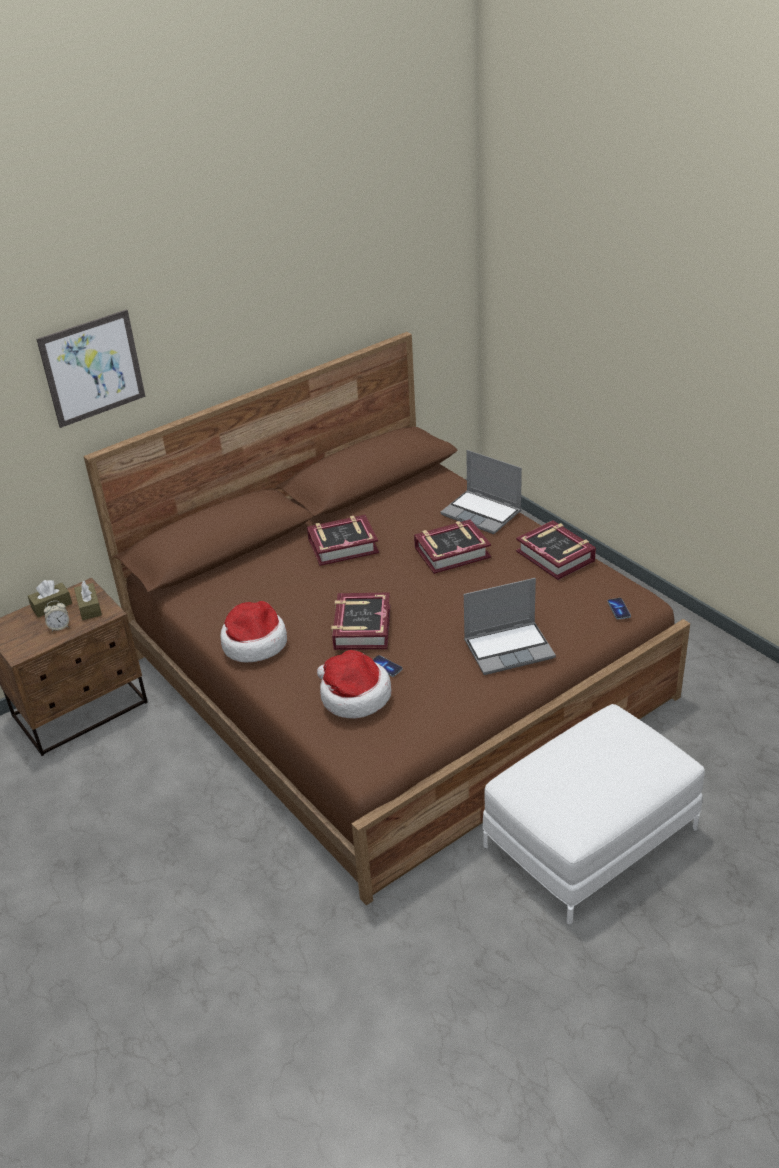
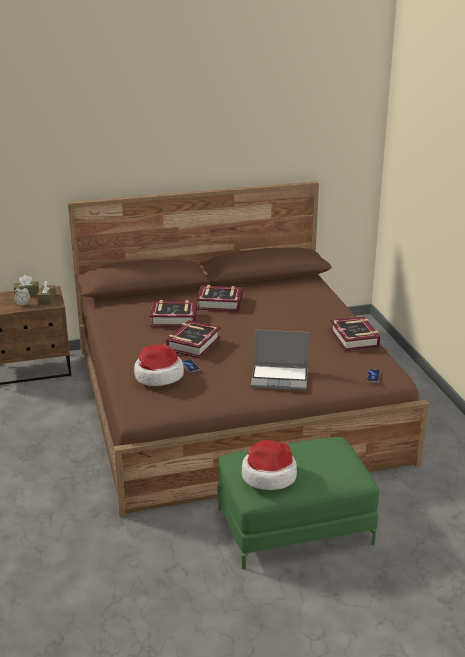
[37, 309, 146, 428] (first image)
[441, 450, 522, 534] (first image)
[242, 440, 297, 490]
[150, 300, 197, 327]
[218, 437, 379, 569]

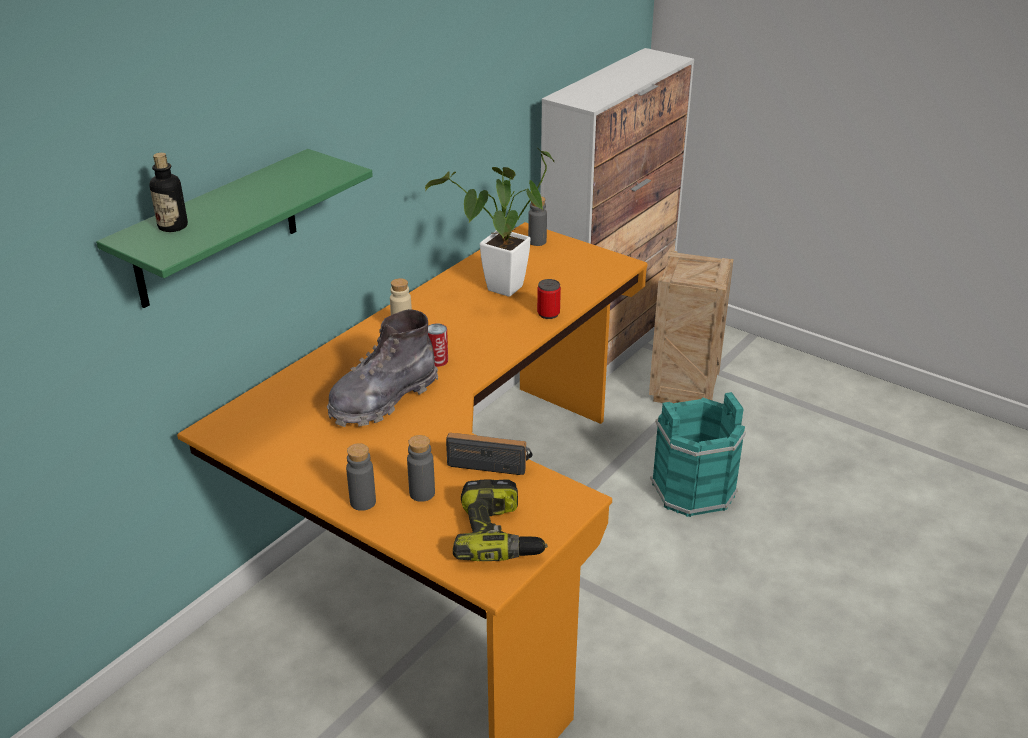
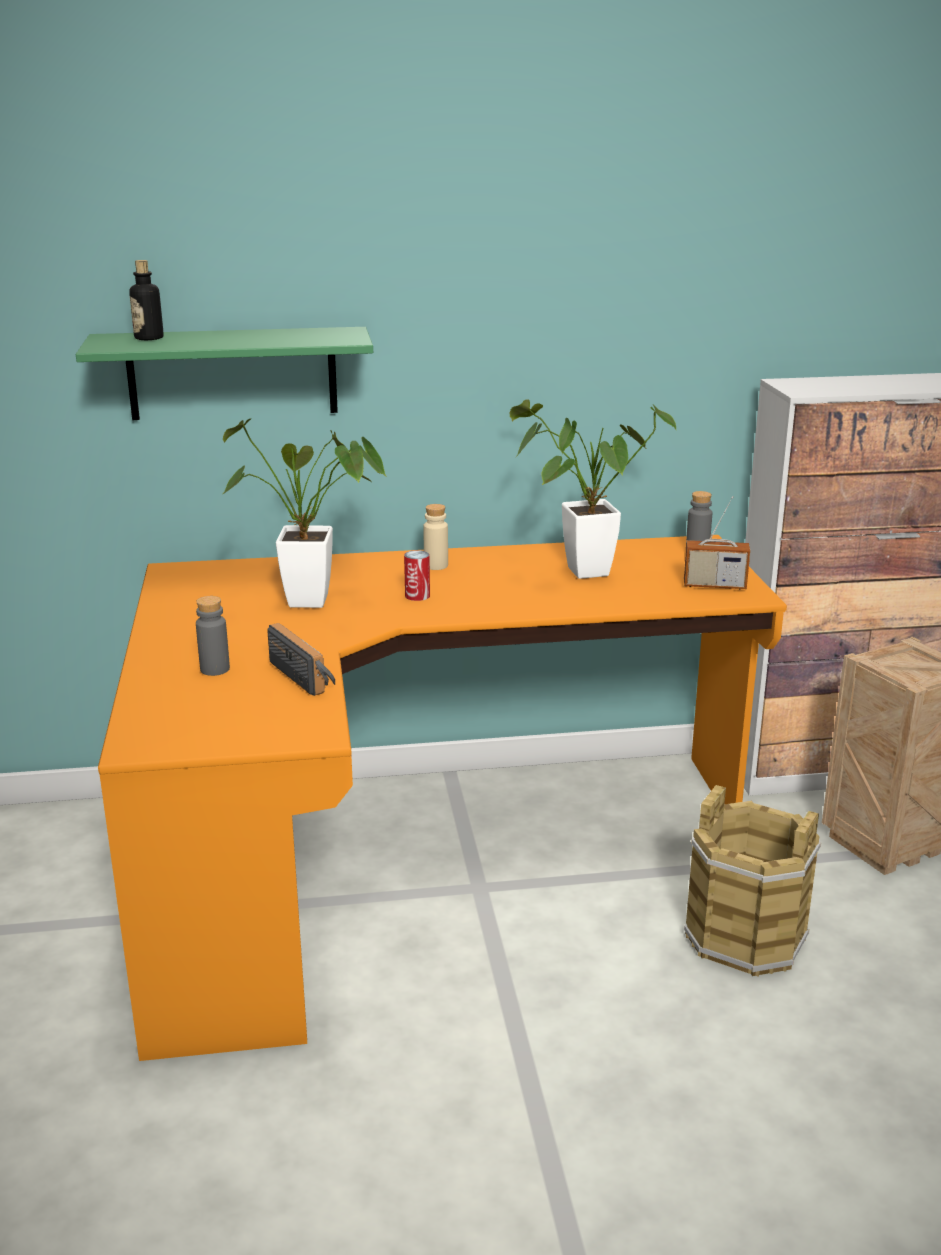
[346, 443, 376, 511] (first image)
[453, 479, 548, 561] (first image)
[537, 279, 561, 319] (first image)
[684, 496, 750, 590]
[223, 418, 387, 608]
[684, 785, 821, 977]

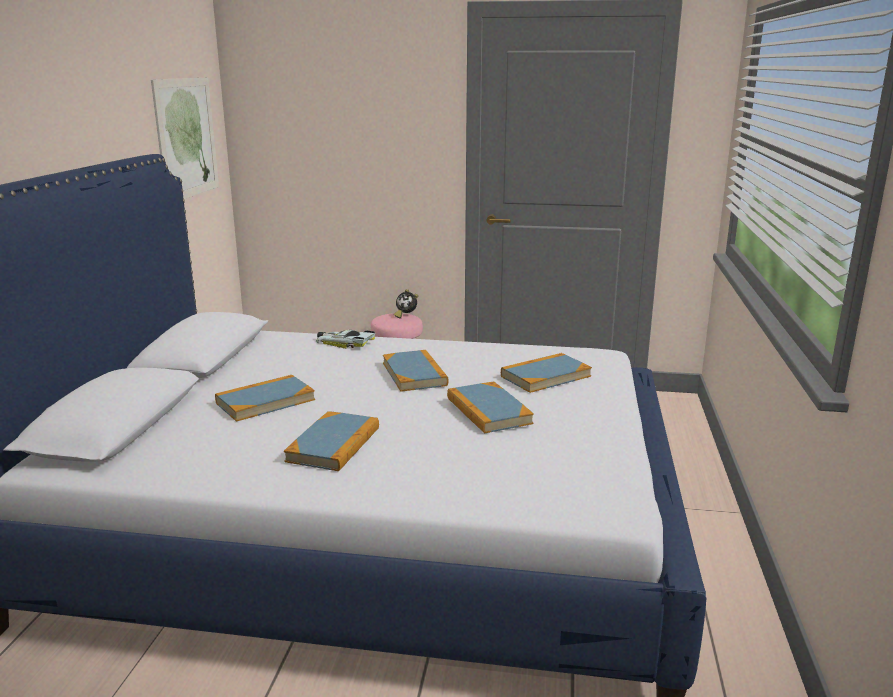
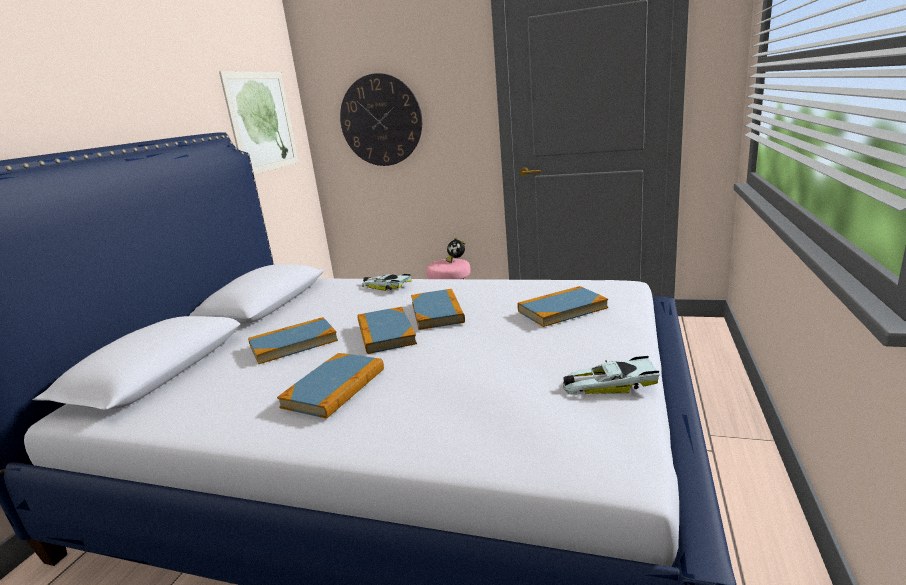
[340, 73, 422, 166]
[563, 356, 660, 395]
[358, 307, 417, 354]

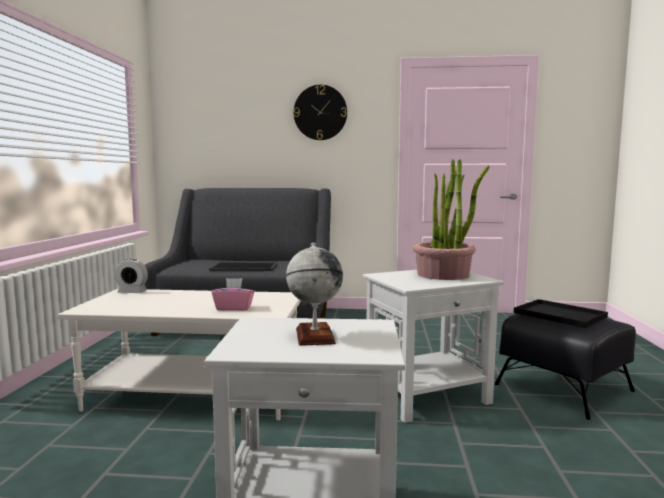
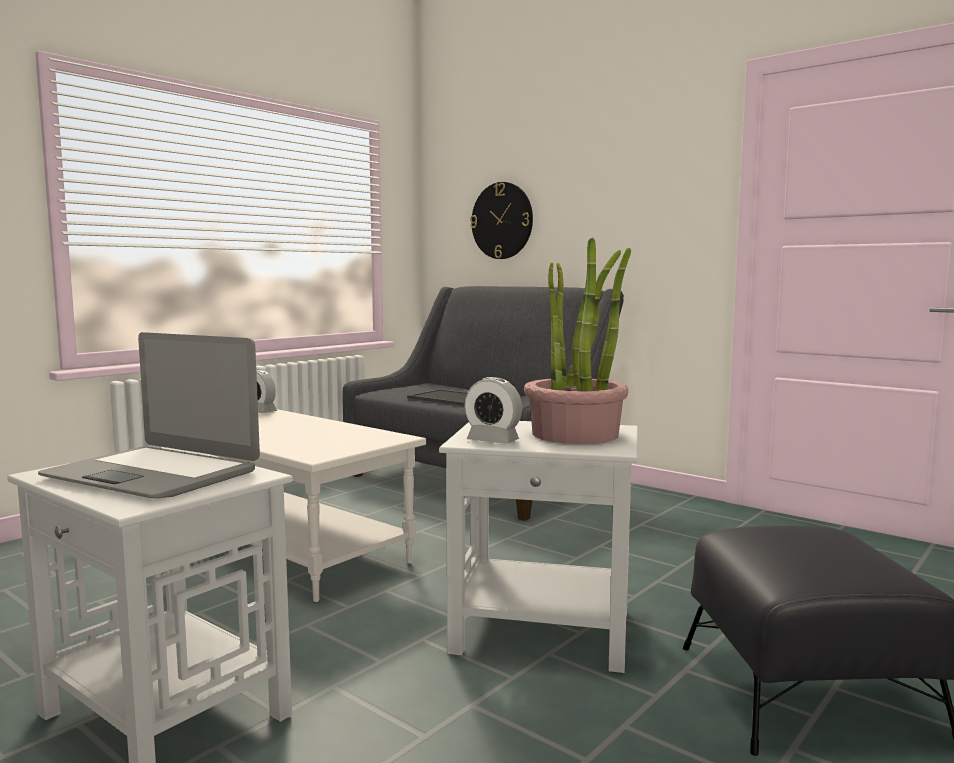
[212, 278, 254, 311] (first image)
[514, 299, 608, 328] (first image)
[464, 377, 522, 444]
[470, 182, 533, 259]
[38, 332, 260, 498]

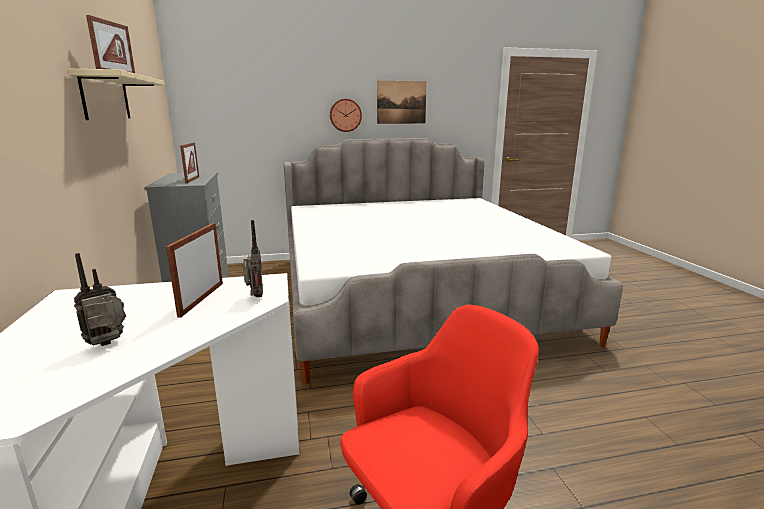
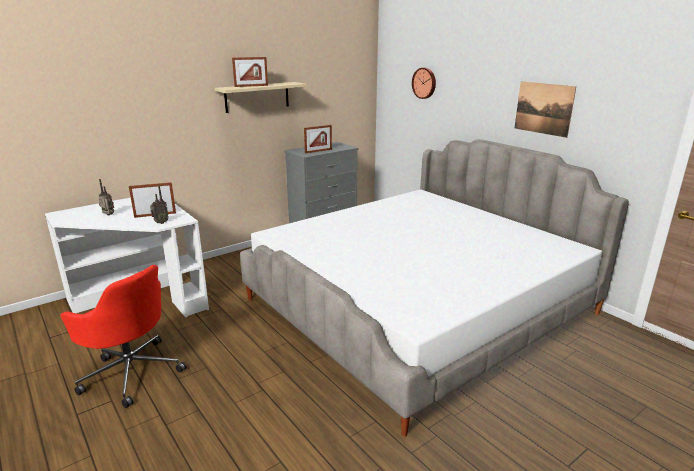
[412, 68, 436, 99]

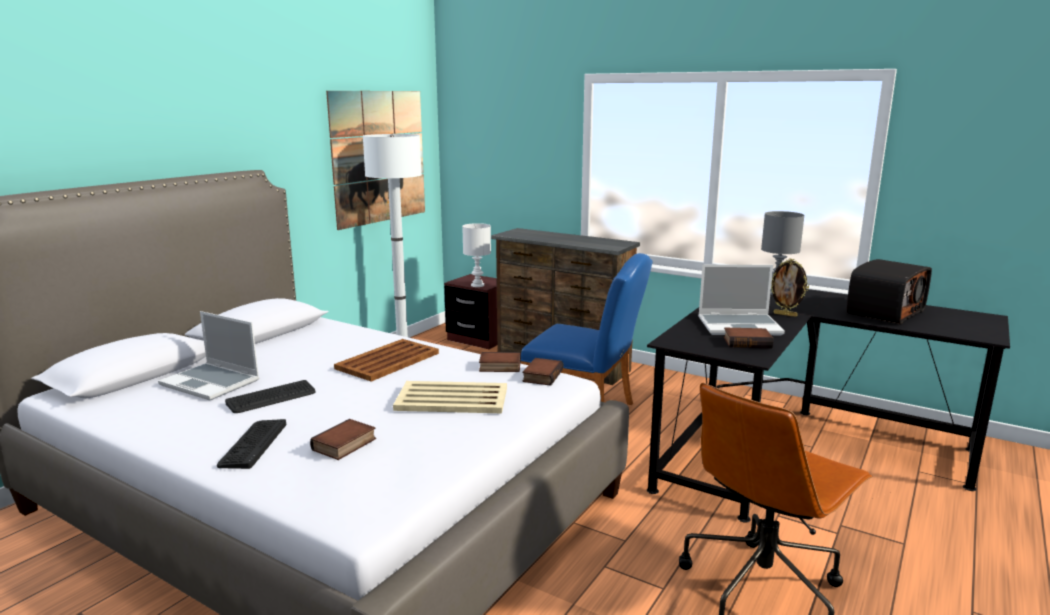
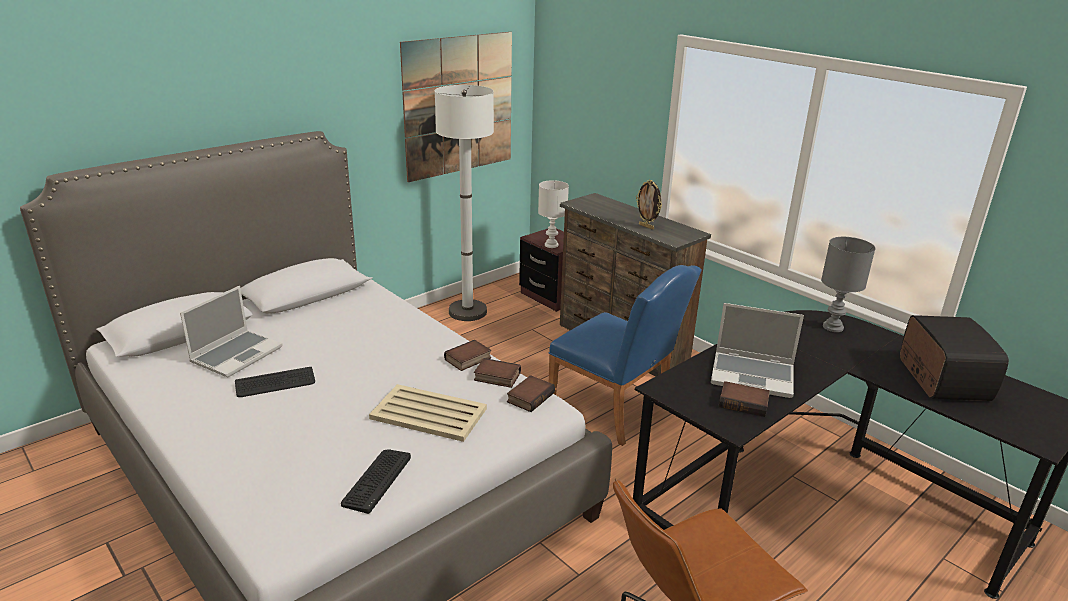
[334, 339, 439, 381] (first image)
[341, 449, 411, 514]
[444, 340, 491, 371]
[636, 180, 662, 230]
[180, 286, 283, 377]
[900, 315, 1009, 401]

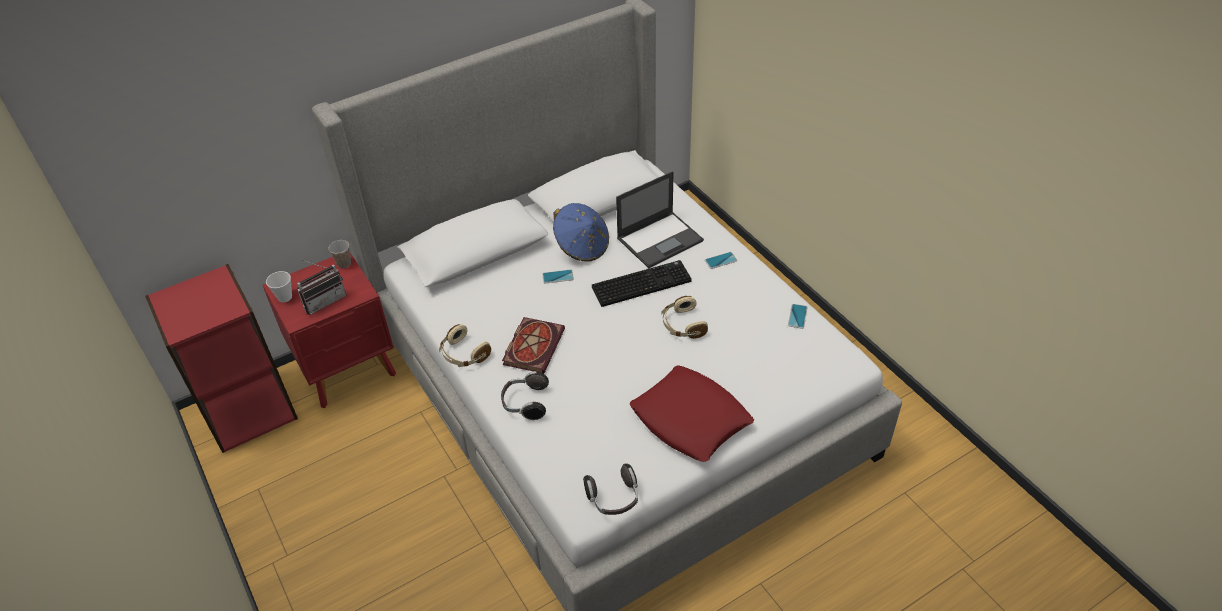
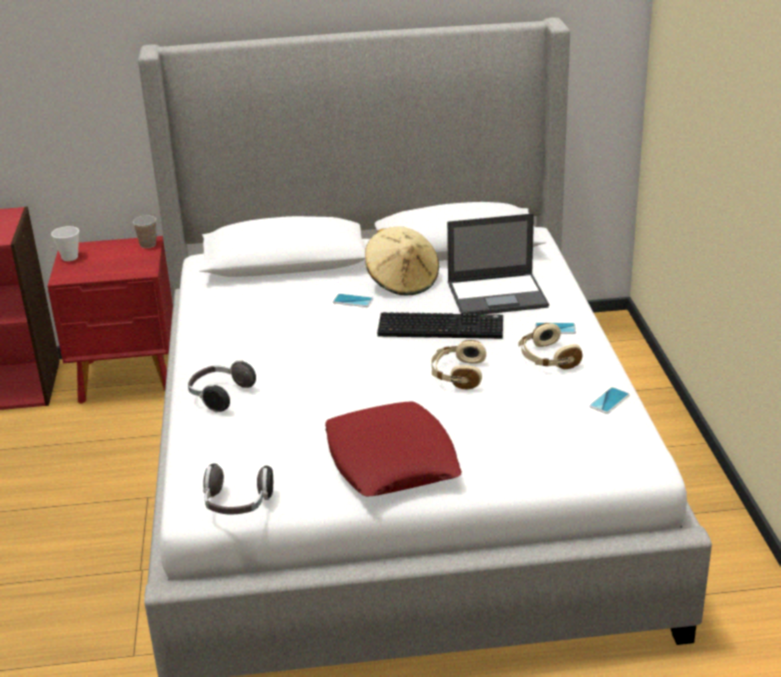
[297, 260, 346, 315] (first image)
[502, 317, 565, 374] (first image)
[518, 323, 582, 369]
[365, 226, 439, 295]

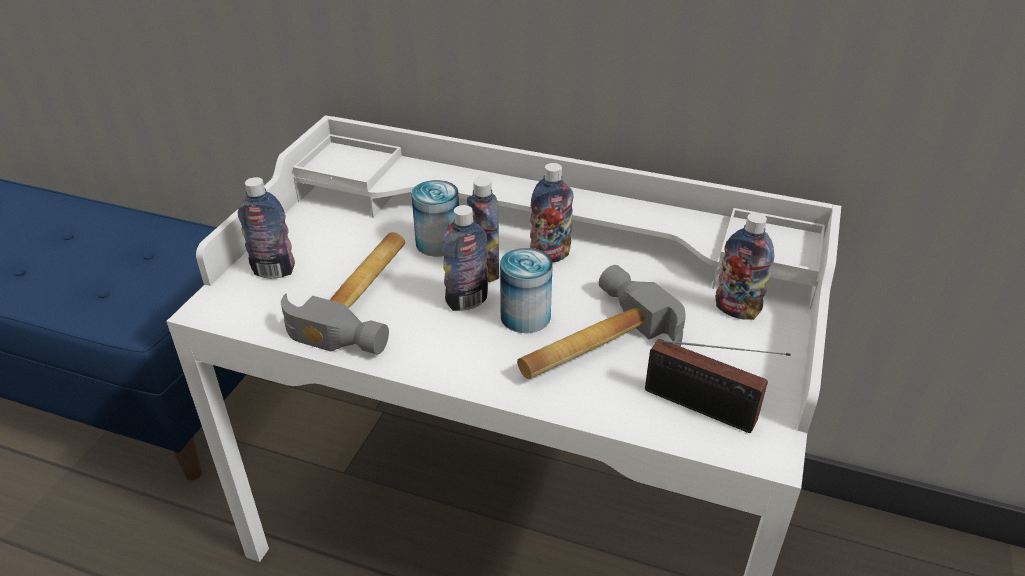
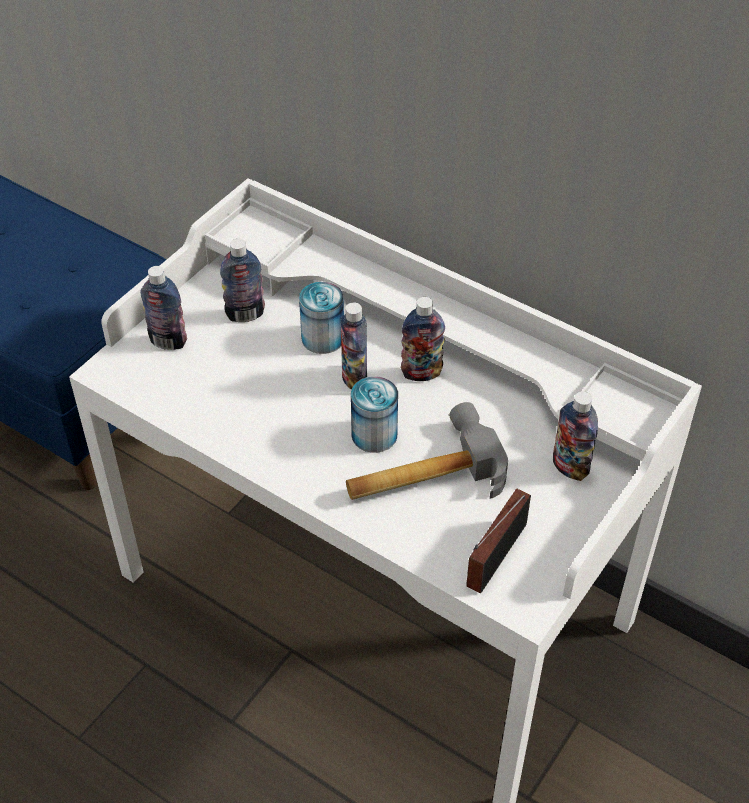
[281, 232, 405, 355] (first image)
[220, 239, 265, 322]
[466, 489, 531, 593]

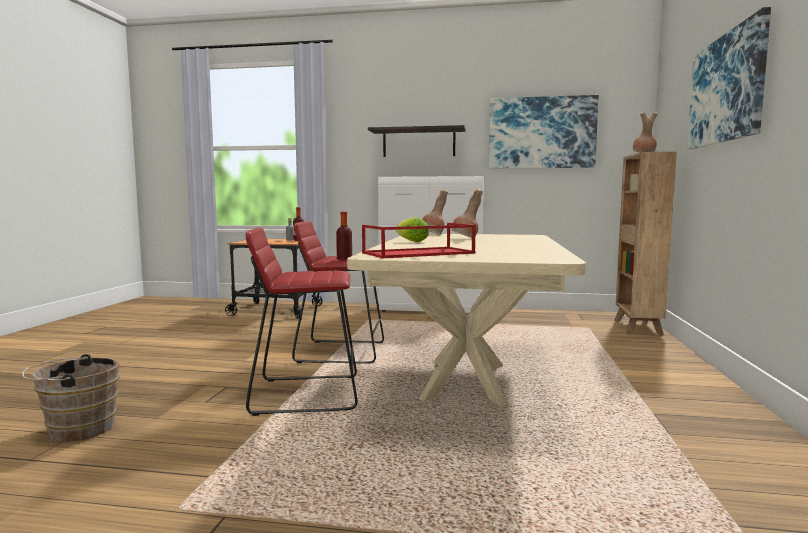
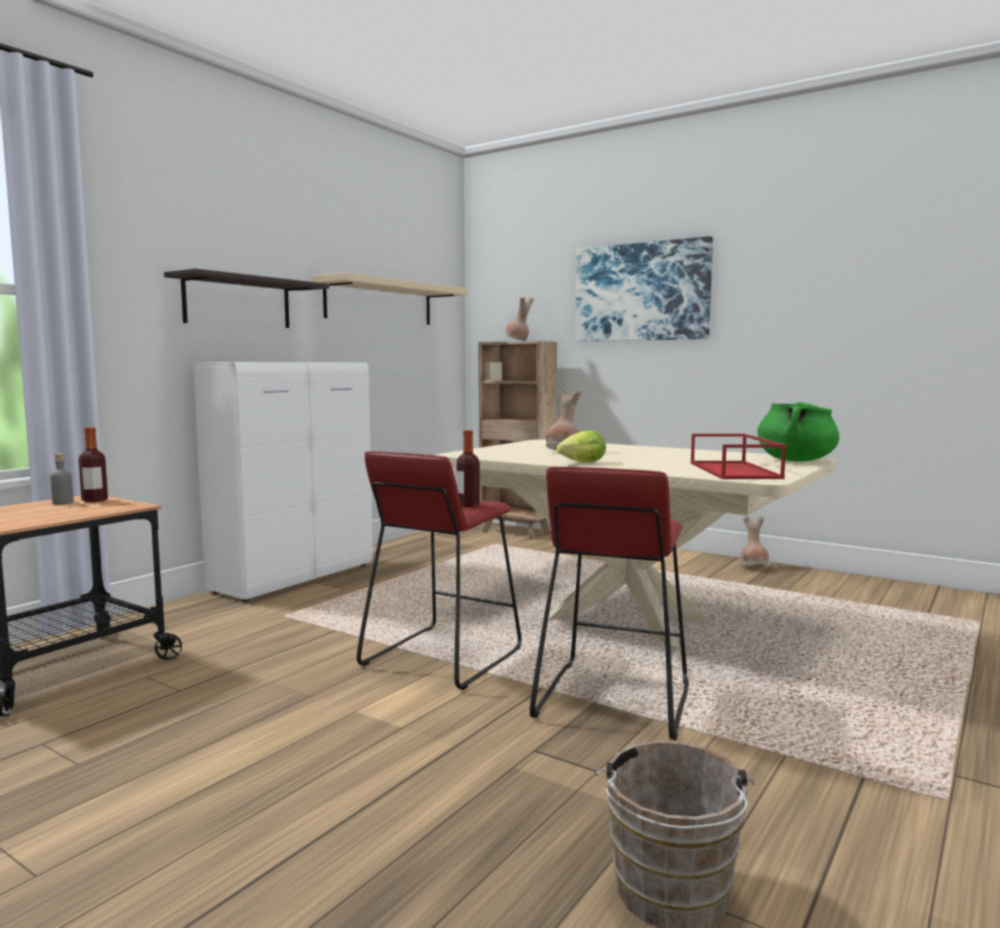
[758, 402, 839, 462]
[740, 516, 769, 566]
[311, 272, 468, 325]

